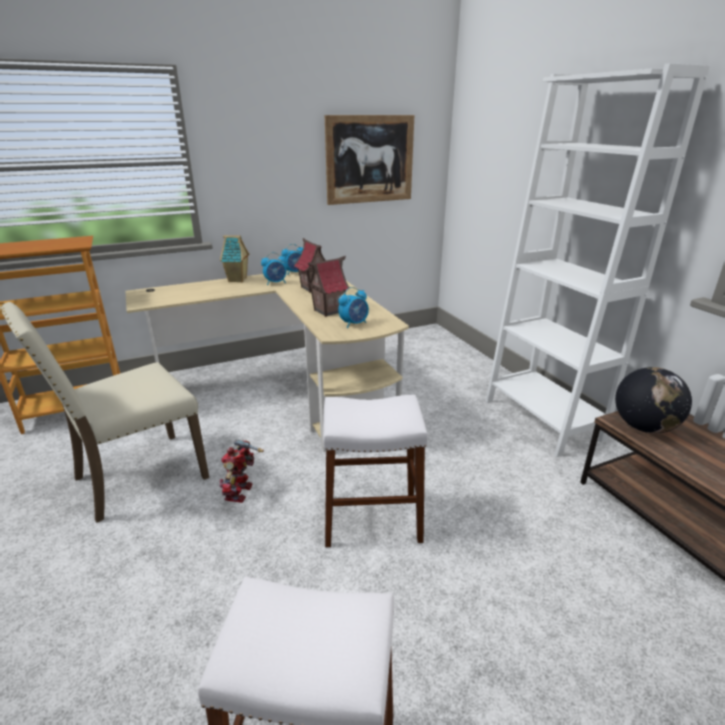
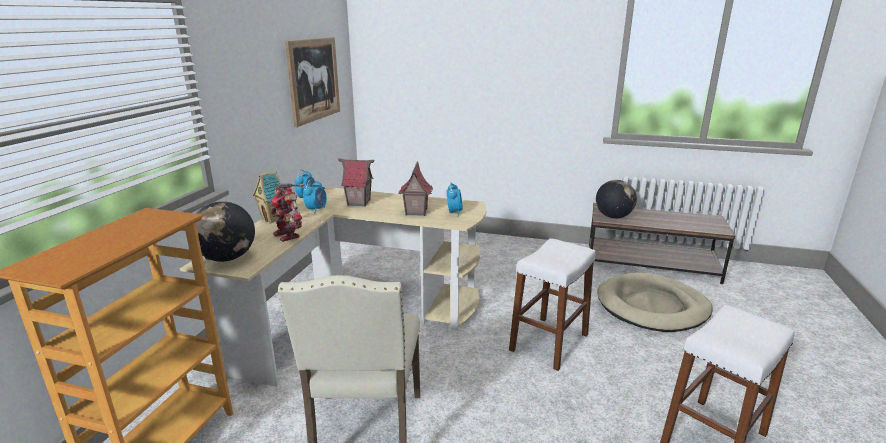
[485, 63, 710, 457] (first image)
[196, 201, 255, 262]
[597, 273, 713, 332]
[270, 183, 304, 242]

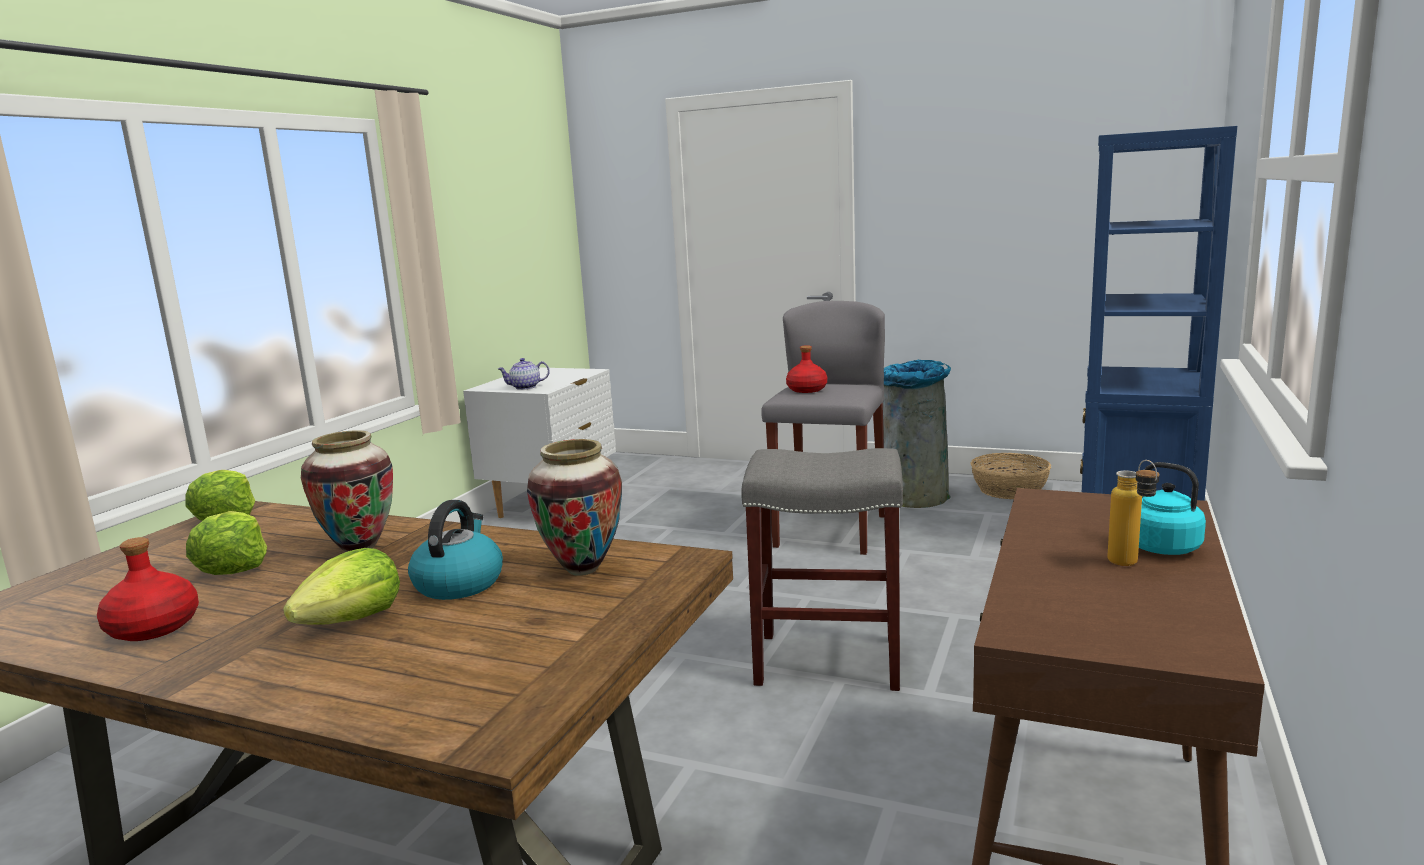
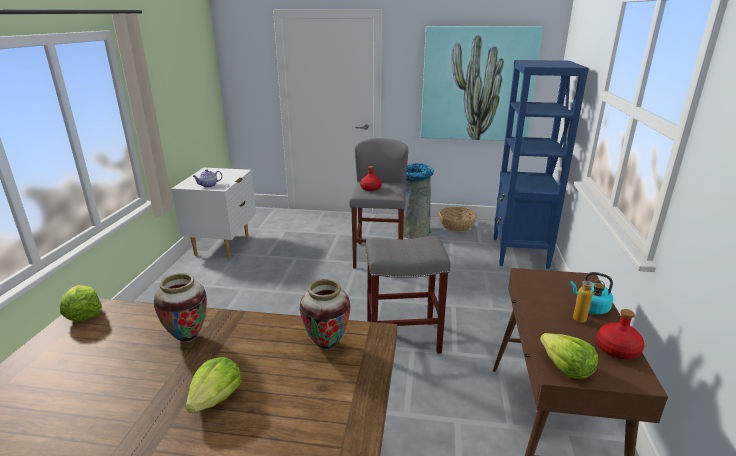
[408, 500, 503, 600] (first image)
[421, 26, 543, 141]
[596, 309, 644, 360]
[540, 333, 598, 379]

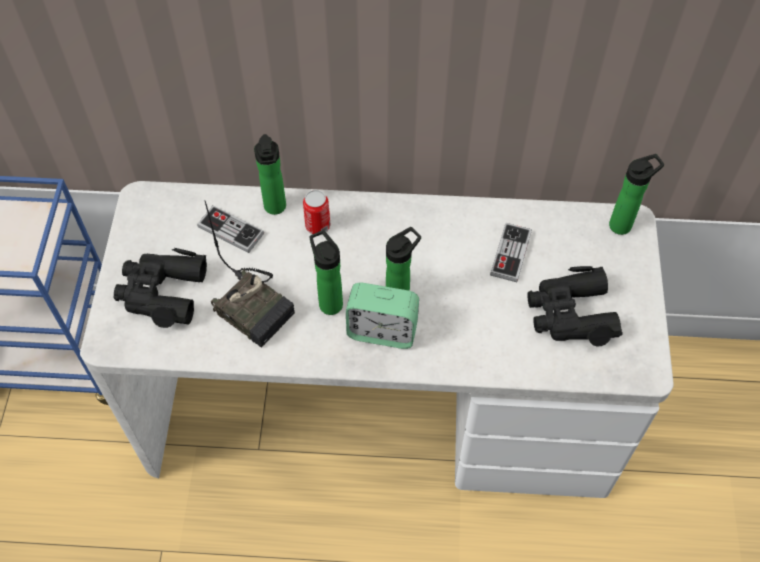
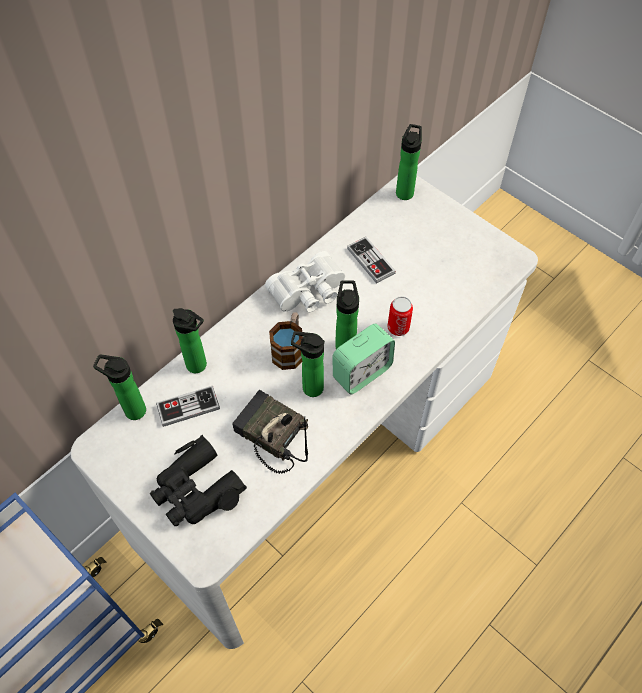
[527, 266, 623, 347] (first image)
[93, 354, 146, 420]
[265, 251, 345, 312]
[269, 312, 303, 370]
[387, 296, 413, 336]
[232, 390, 308, 474]

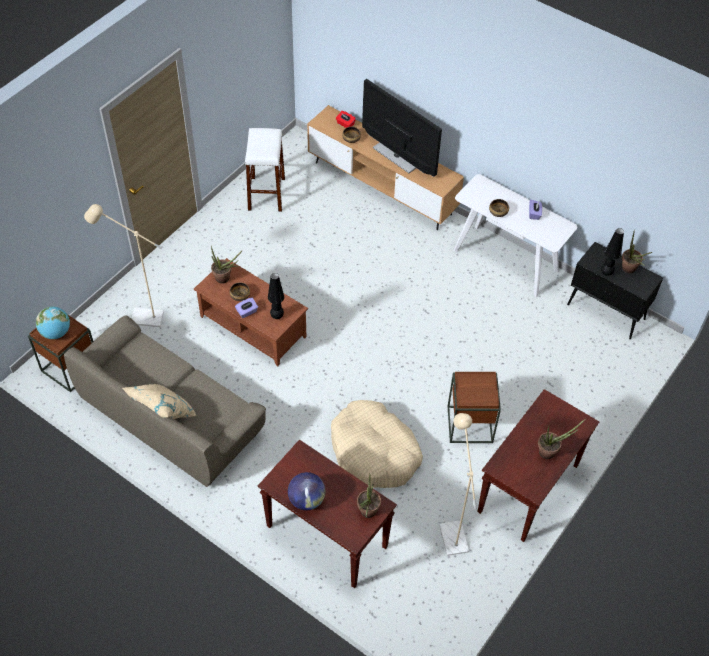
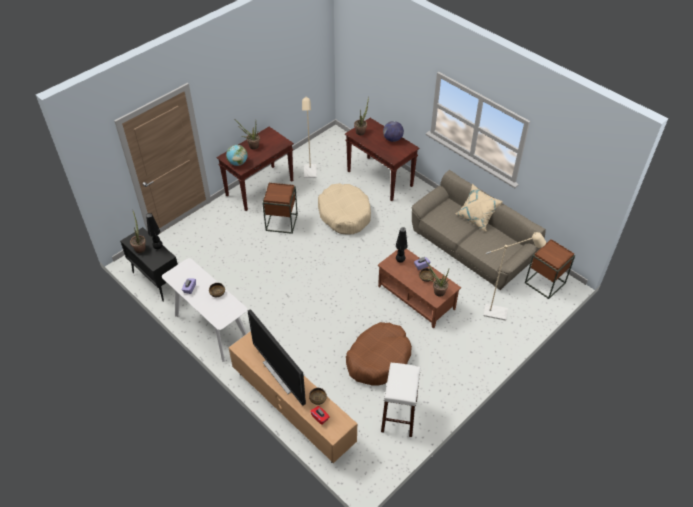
[346, 322, 412, 386]
[226, 145, 247, 166]

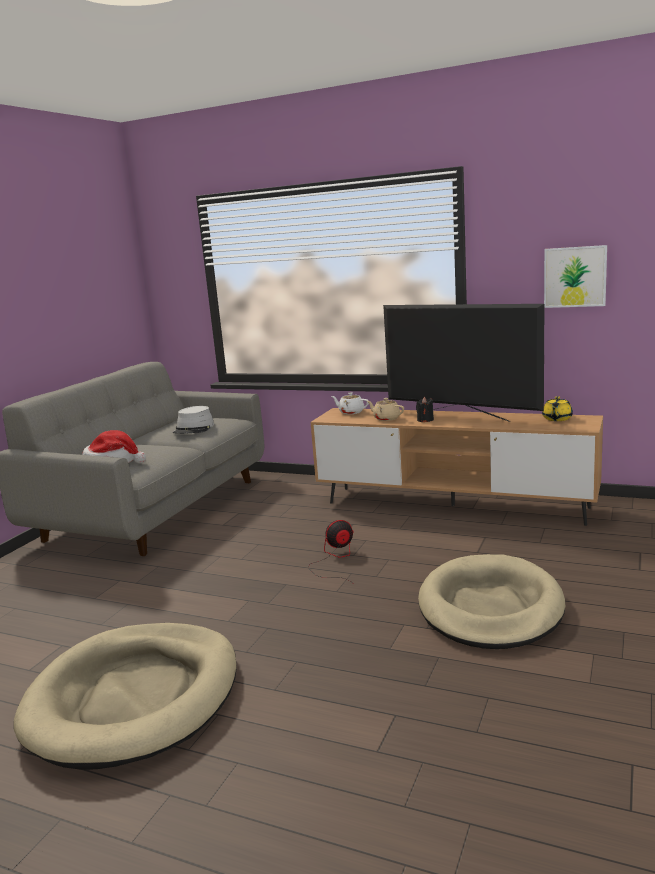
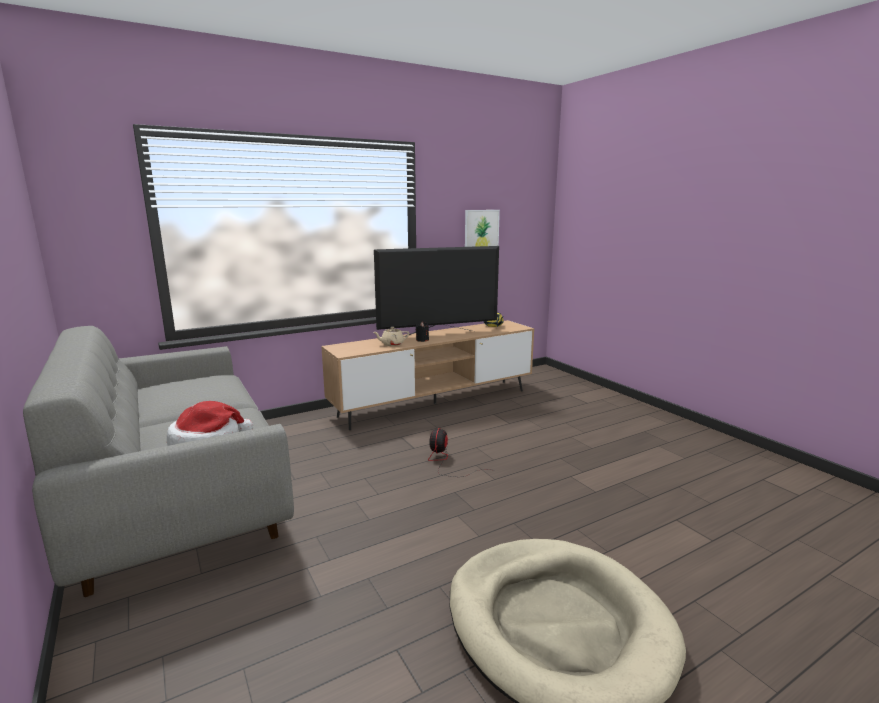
[173, 406, 214, 434] (first image)
[331, 392, 369, 414] (first image)
[418, 554, 565, 649] (first image)

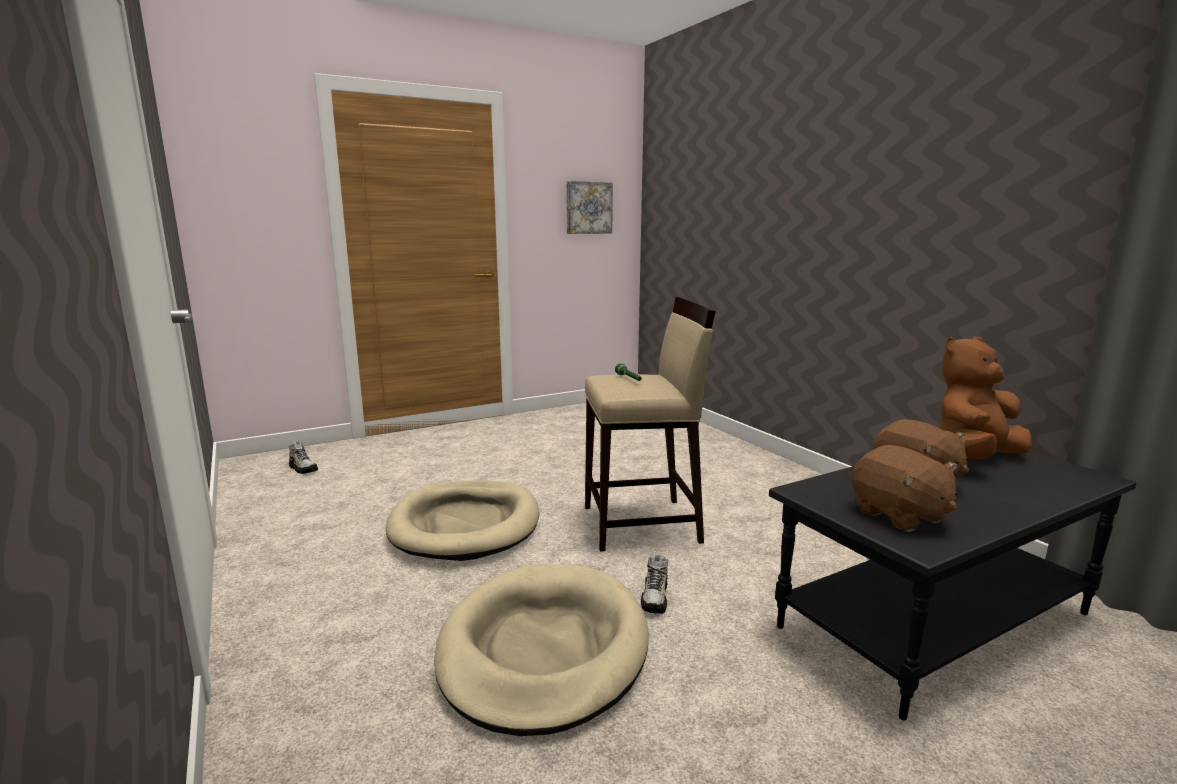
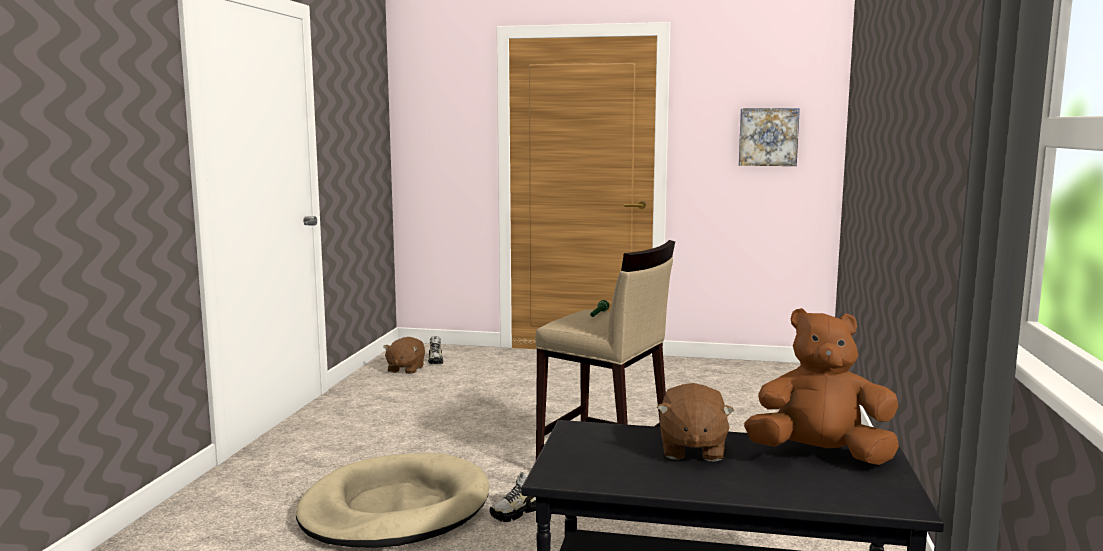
[386, 480, 539, 561] (first image)
[383, 337, 425, 374]

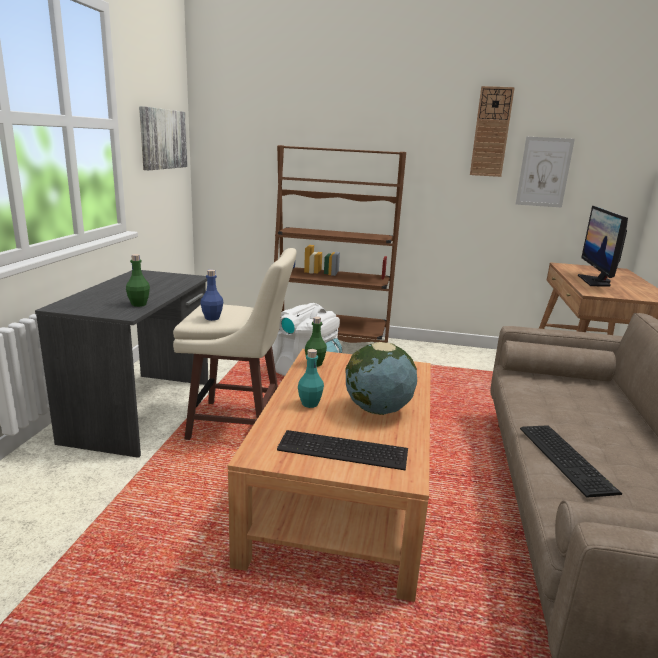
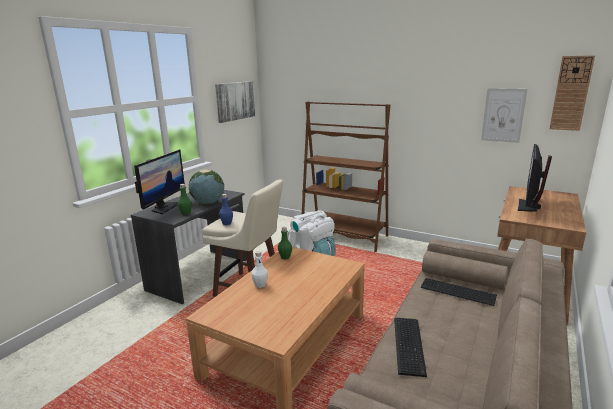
[134, 150, 185, 214]
[421, 278, 497, 306]
[189, 170, 224, 204]
[549, 56, 595, 131]
[251, 251, 268, 288]

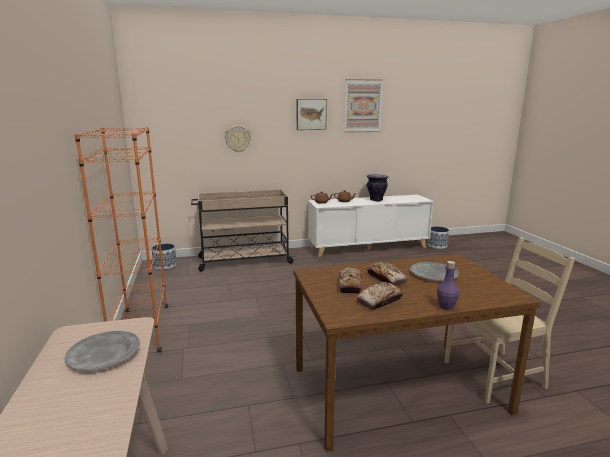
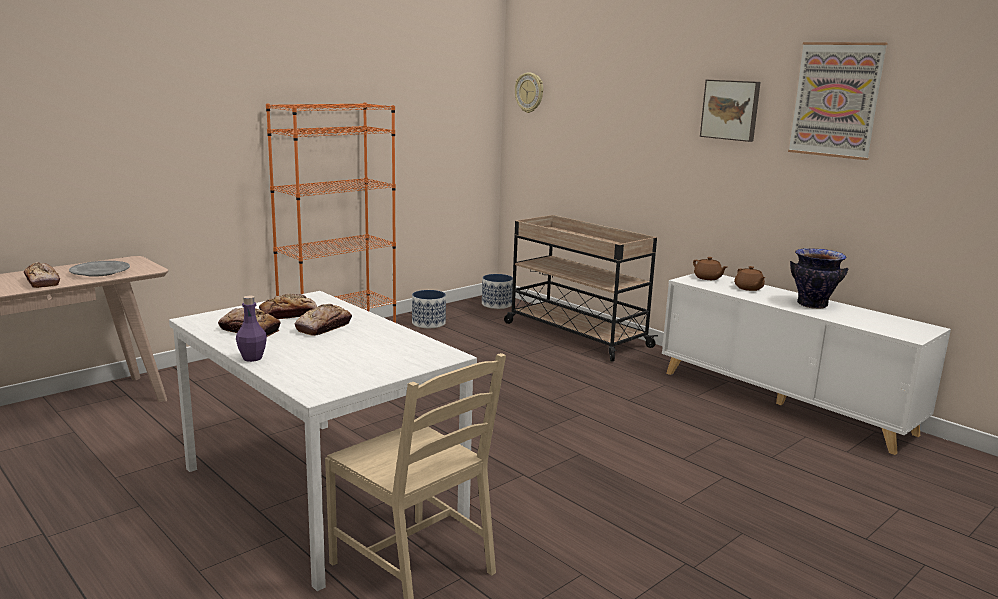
[410, 262, 459, 281] (first image)
[24, 262, 60, 288]
[515, 72, 543, 113]
[412, 290, 446, 328]
[169, 291, 477, 591]

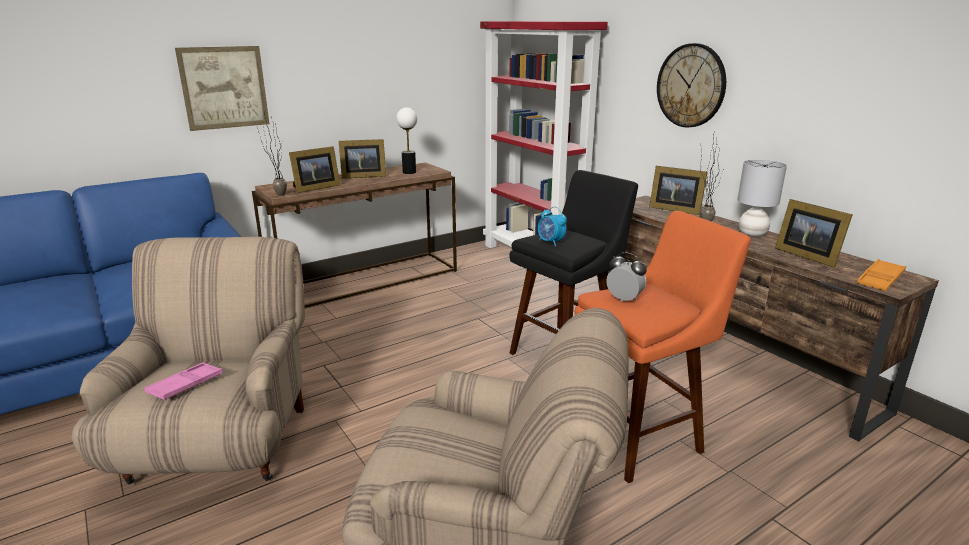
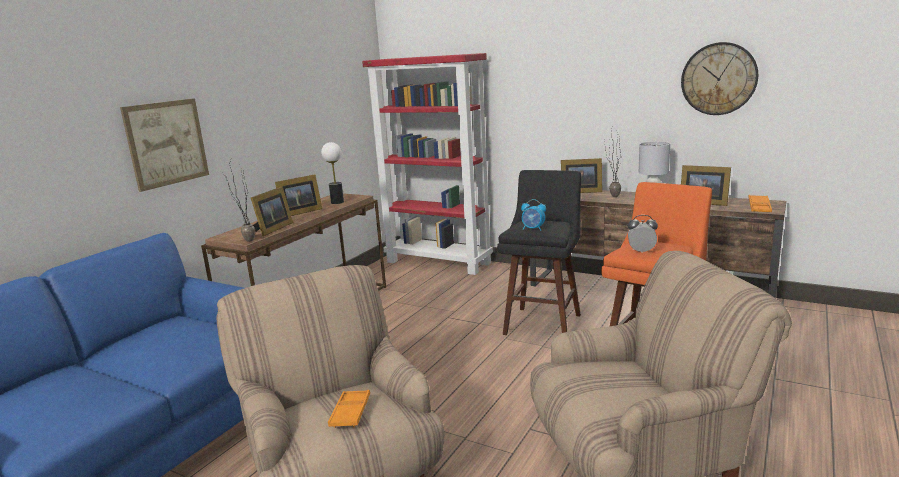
[681, 42, 758, 115]
[328, 390, 370, 428]

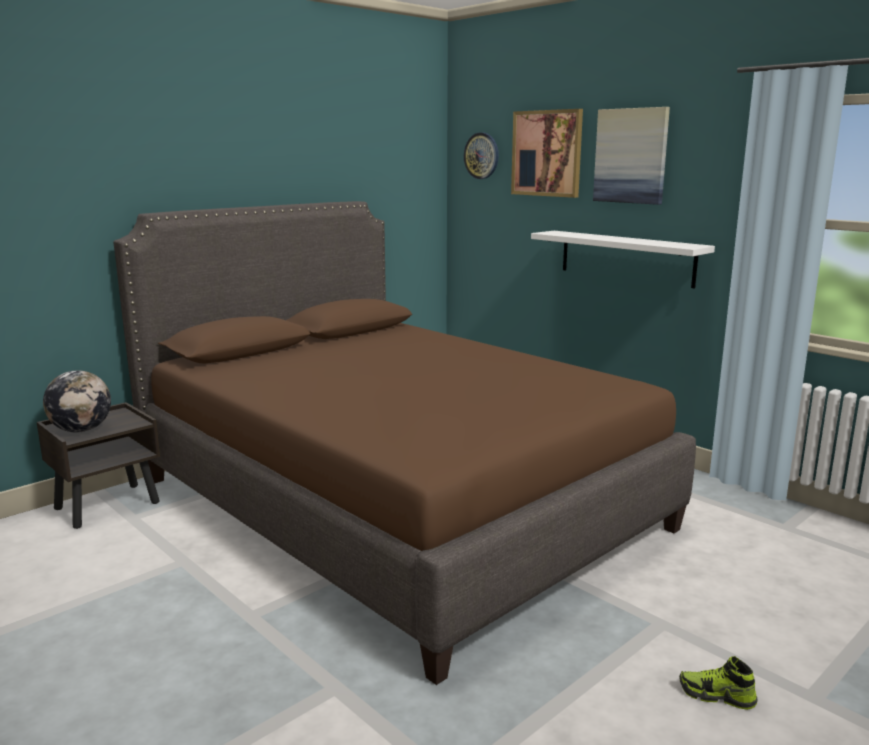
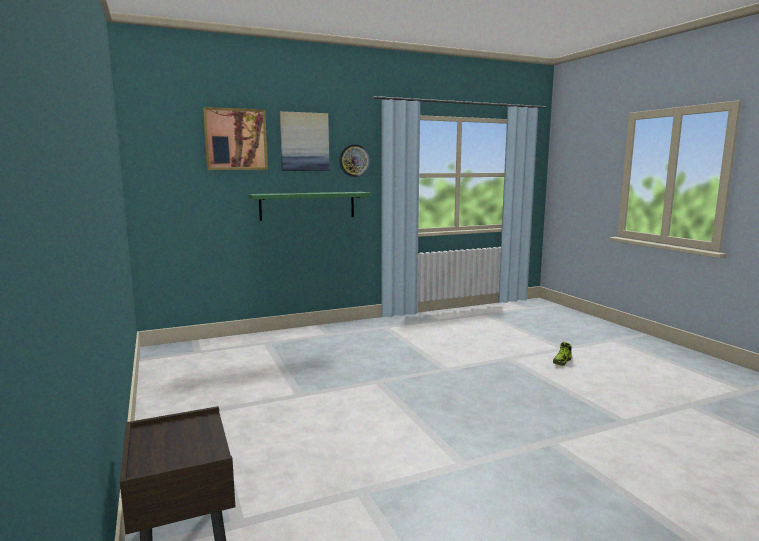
[43, 370, 111, 433] (first image)
[113, 201, 696, 685] (first image)
[339, 144, 370, 177]
[248, 192, 371, 221]

